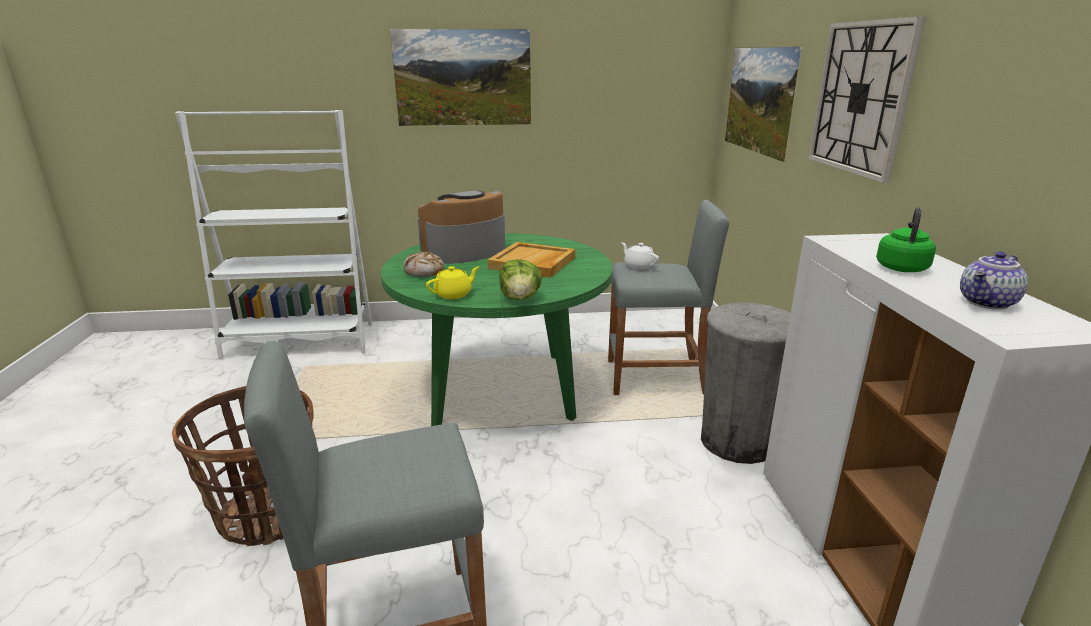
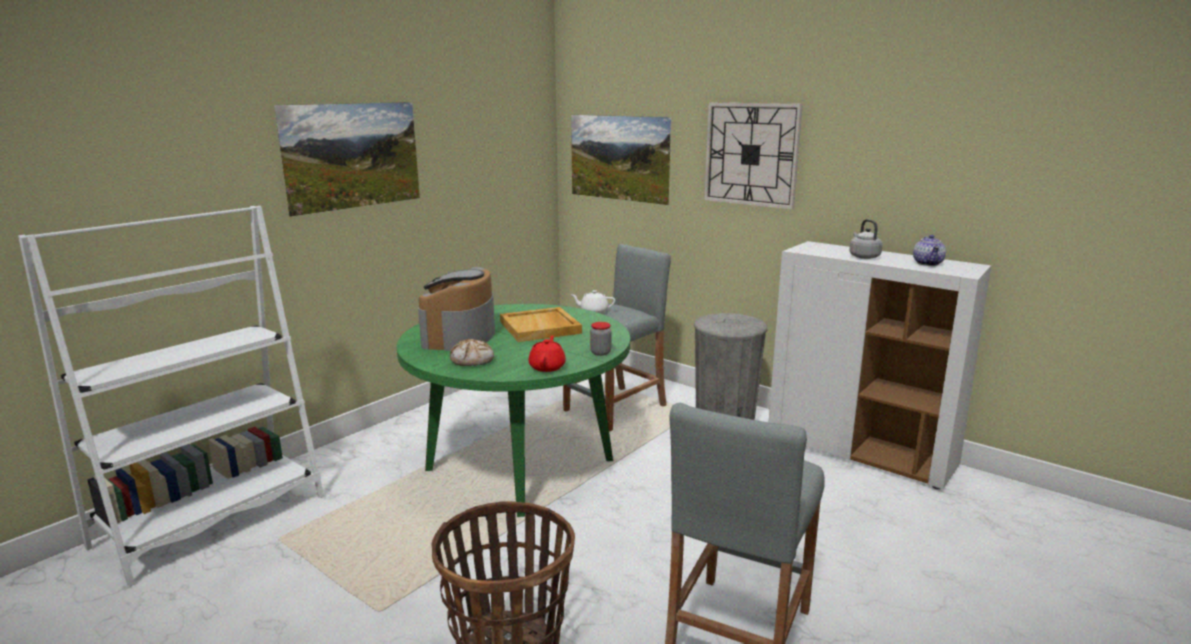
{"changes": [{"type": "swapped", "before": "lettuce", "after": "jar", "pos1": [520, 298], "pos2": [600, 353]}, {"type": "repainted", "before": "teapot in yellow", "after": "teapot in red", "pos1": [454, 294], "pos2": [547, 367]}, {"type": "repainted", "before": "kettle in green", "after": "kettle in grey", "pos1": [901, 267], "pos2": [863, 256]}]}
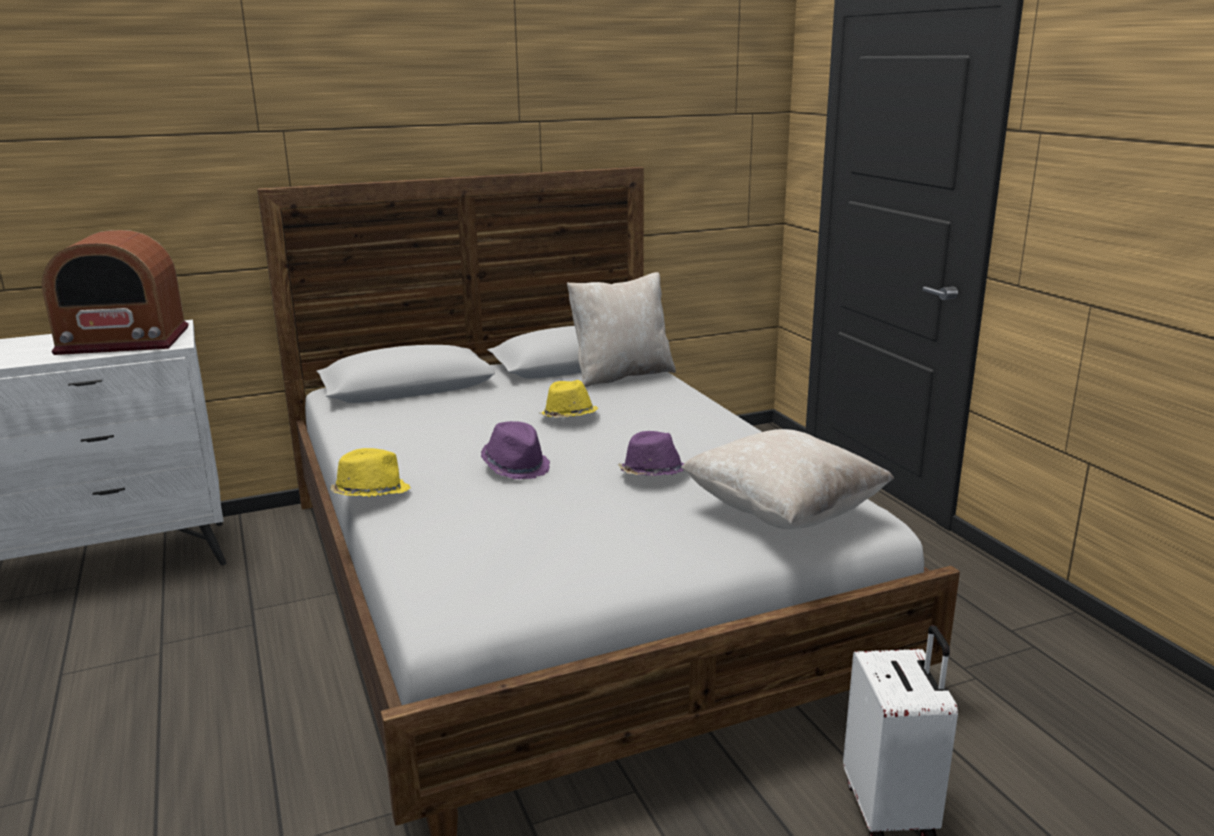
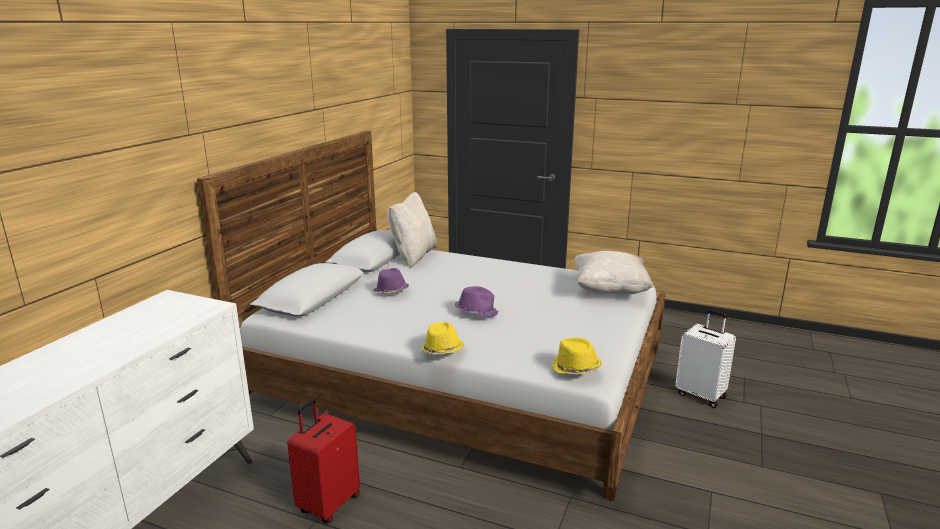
{"changes": [{"type": "gone", "before": "radio", "pos1": [123, 341]}, {"type": "new", "after": "suitcase in red", "pos2": [328, 504]}, {"type": "shifted", "before": "hat in yellow", "pos1": [568, 418], "pos2": [575, 369]}, {"type": "shifted", "before": "hat in purple", "pos1": [652, 475], "pos2": [391, 292]}]}
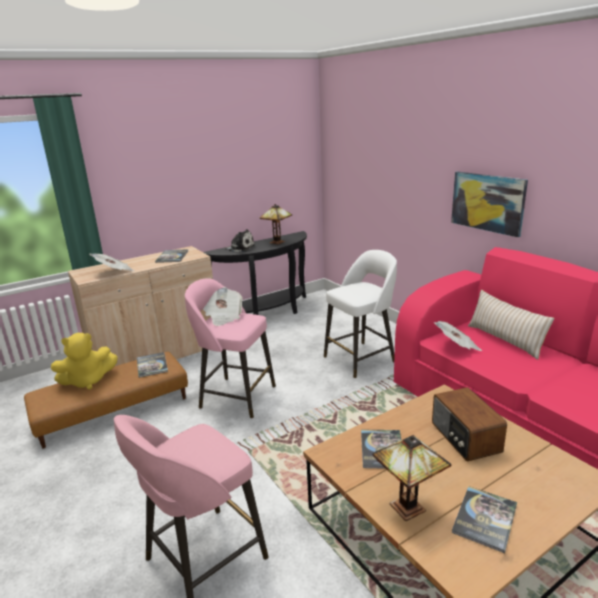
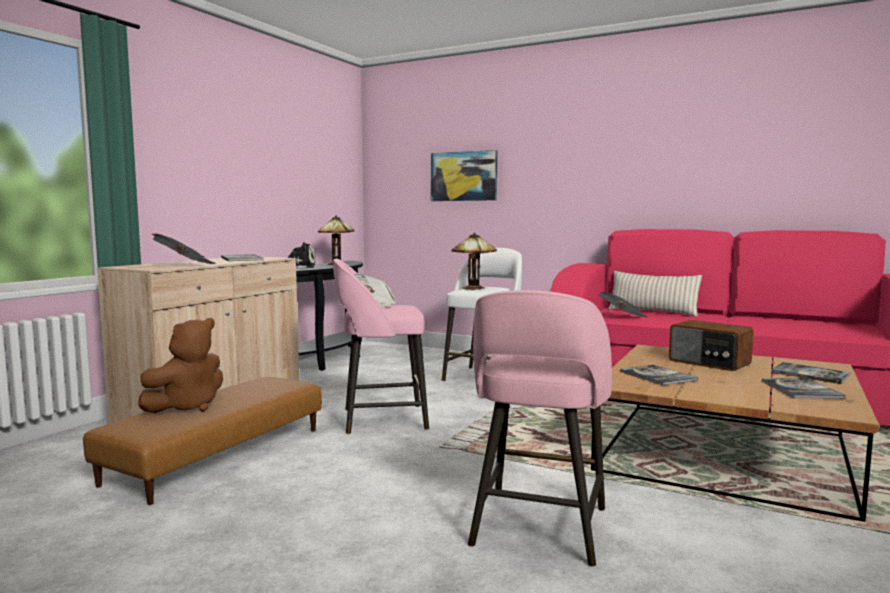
{"changes": [{"type": "shifted", "before": "book", "pos1": [152, 365], "pos2": [810, 374]}, {"type": "shifted", "before": "table lamp", "pos1": [408, 505], "pos2": [473, 288]}, {"type": "shifted", "before": "picture", "pos1": [487, 202], "pos2": [464, 176]}, {"type": "repainted", "before": "plush toy in yellow", "after": "plush toy in brown", "pos1": [88, 381], "pos2": [187, 406]}]}
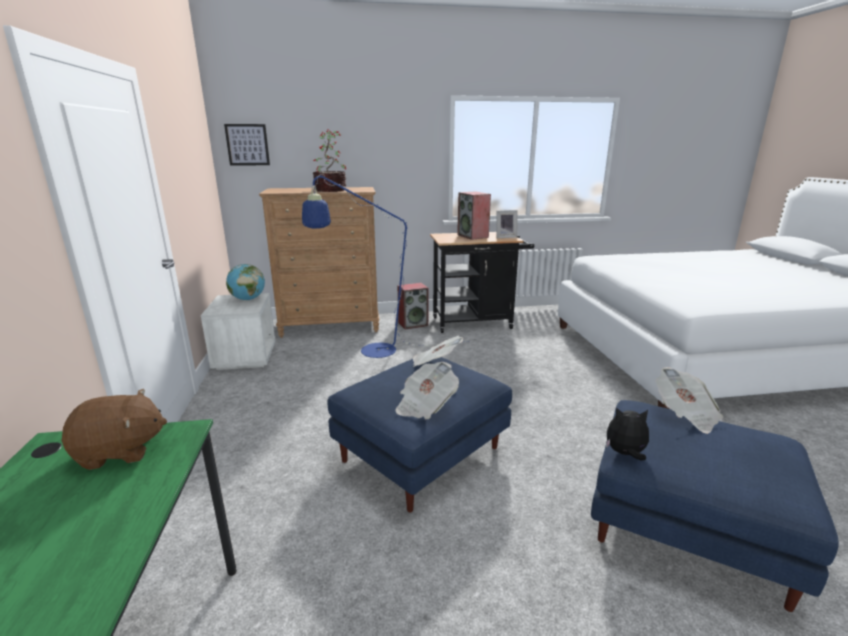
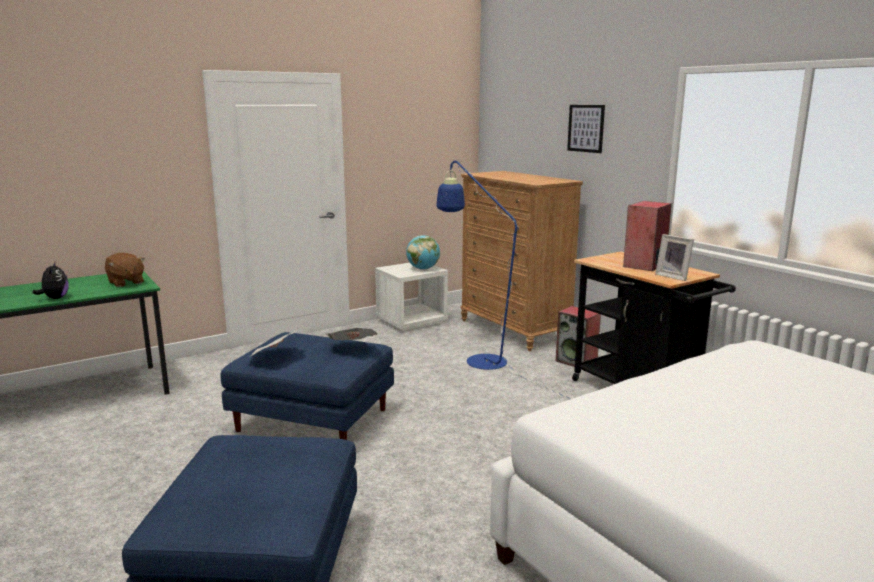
{"changes": [{"type": "gone", "before": "potted plant", "pos1": [331, 190]}, {"type": "gone", "before": "newspaper", "pos1": [685, 414]}, {"type": "shifted", "before": "picture", "pos1": [247, 145], "pos2": [586, 128]}, {"type": "shifted", "before": "plush toy", "pos1": [625, 454], "pos2": [55, 298]}]}
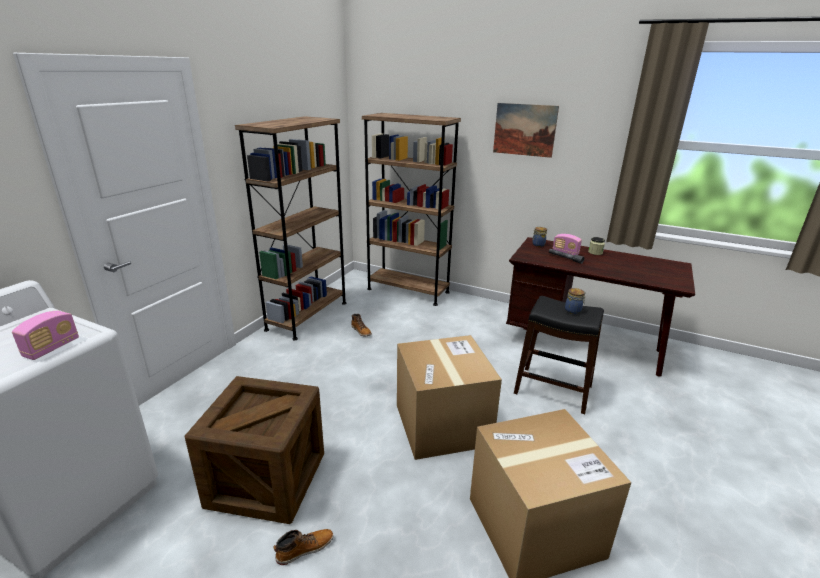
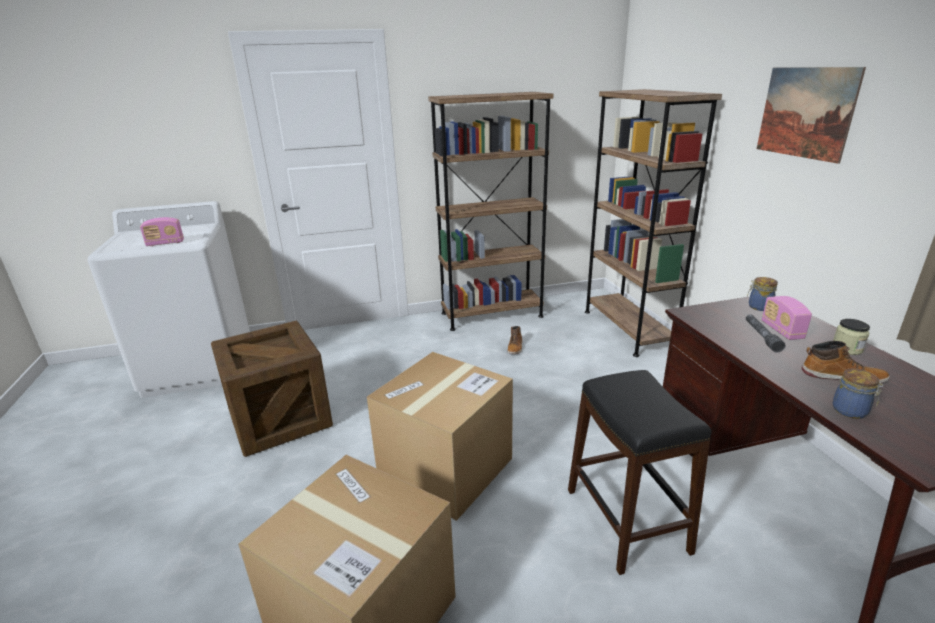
{"changes": [{"type": "shifted", "before": "boot", "pos1": [305, 548], "pos2": [842, 377]}, {"type": "shifted", "before": "jar", "pos1": [573, 310], "pos2": [851, 411]}]}
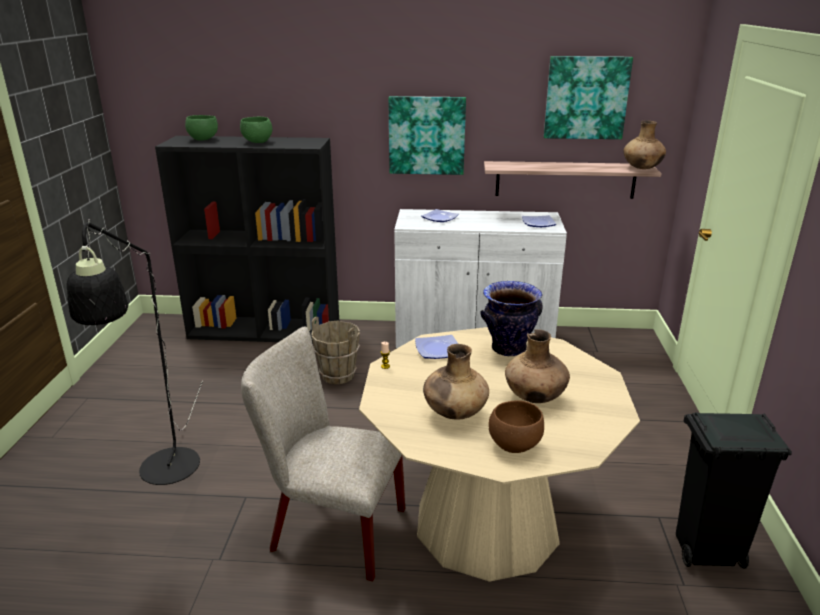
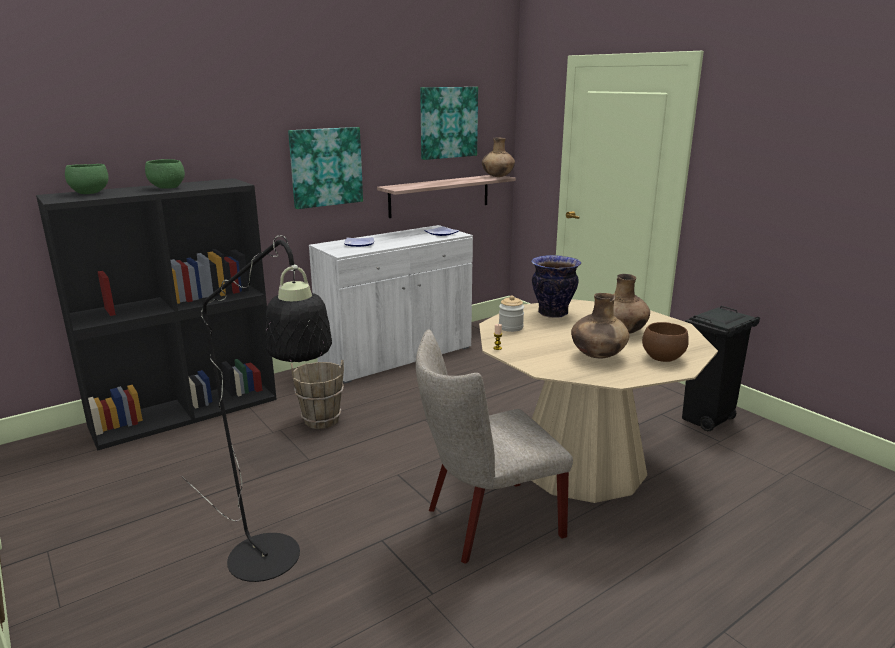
{"changes": [{"type": "swapped", "before": "plate", "after": "jar", "pos1": [438, 349], "pos2": [510, 327]}]}
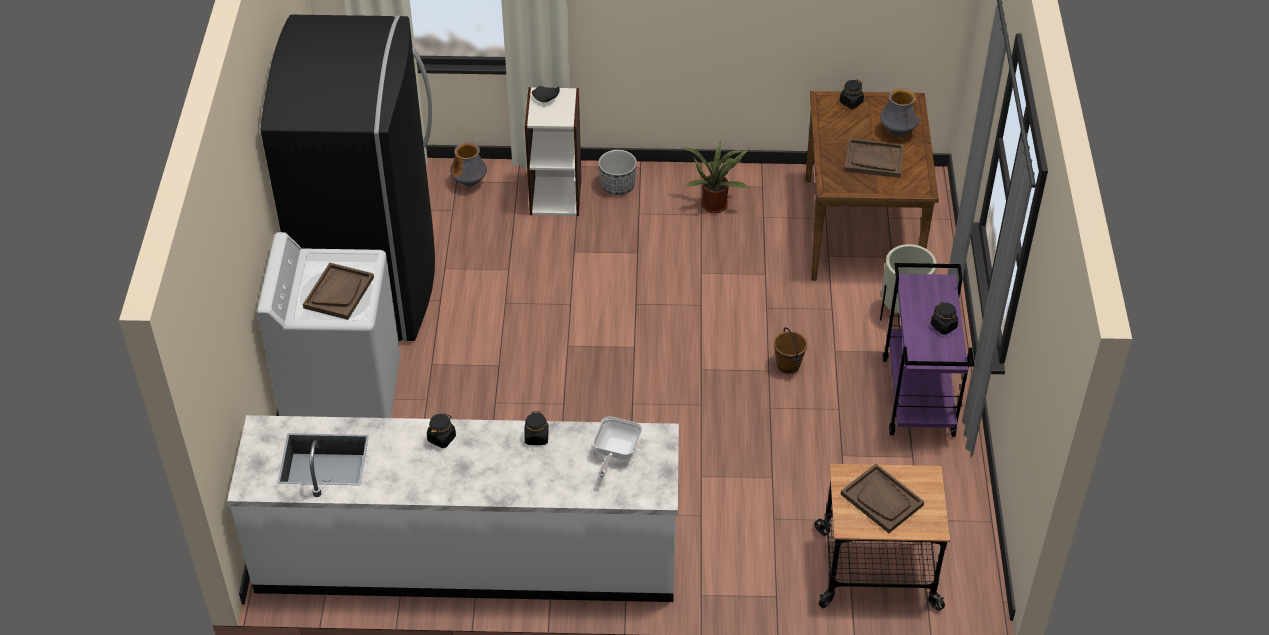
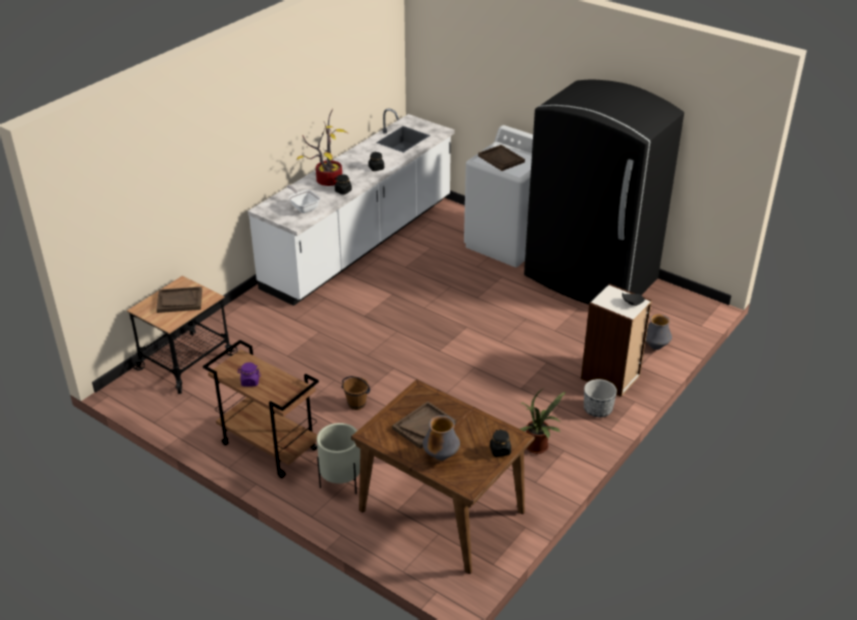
{"changes": [{"type": "new", "after": "potted plant", "pos2": [328, 179]}, {"type": "repainted", "before": "cart in purple", "after": "cart in brown", "pos1": [919, 397], "pos2": [268, 447]}, {"type": "repainted", "before": "jar in black", "after": "jar in purple", "pos1": [943, 326], "pos2": [250, 382]}]}
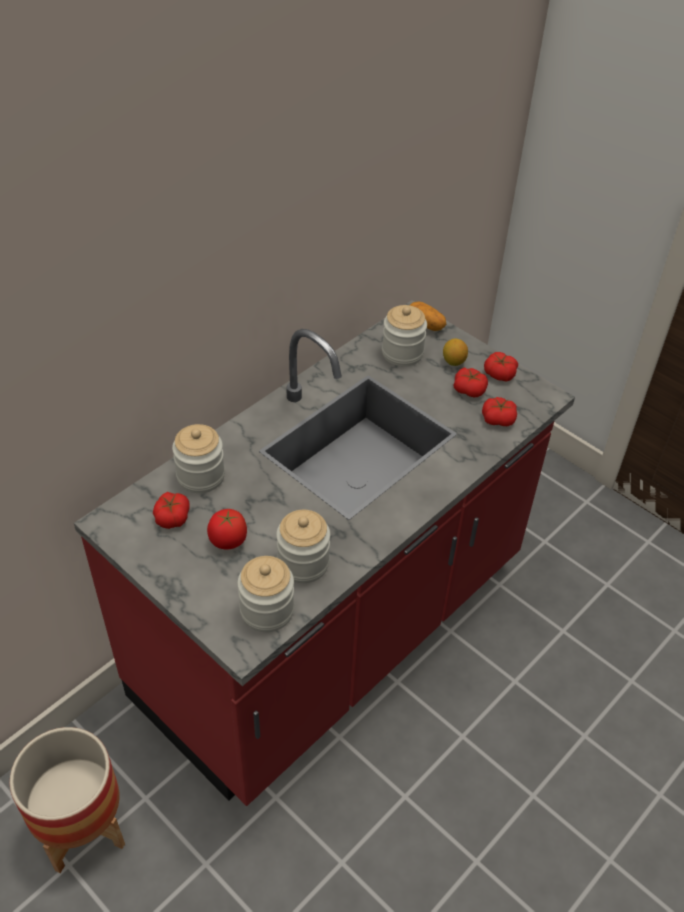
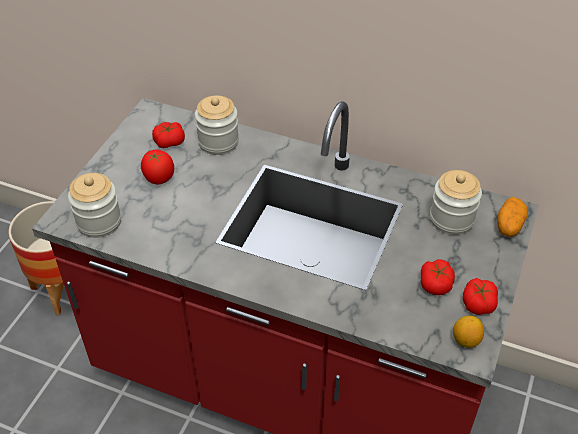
{"changes": [{"type": "gone", "before": "jar", "pos1": [303, 563]}, {"type": "gone", "before": "tomato", "pos1": [498, 419]}, {"type": "shifted", "before": "lemon", "pos1": [453, 362], "pos2": [465, 340]}]}
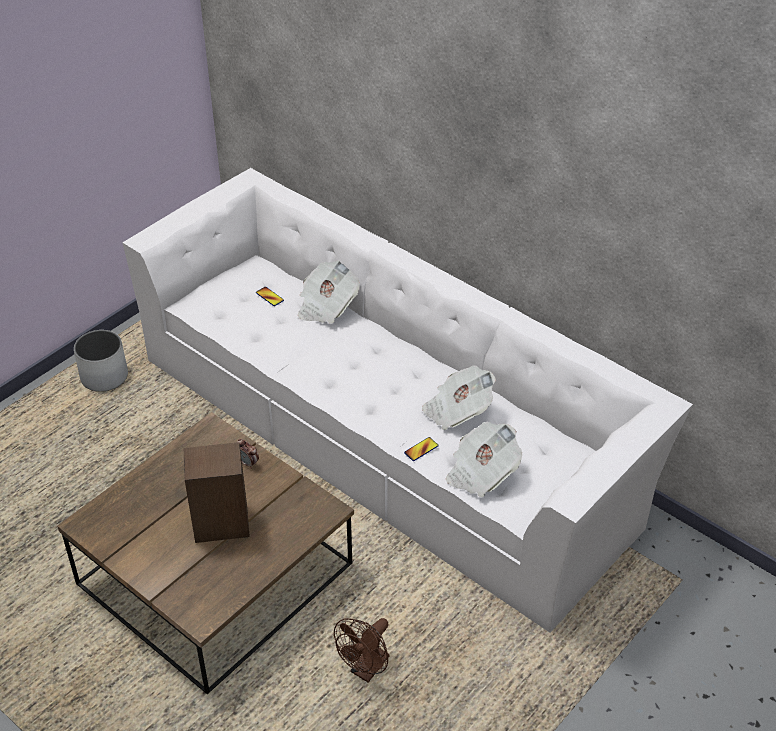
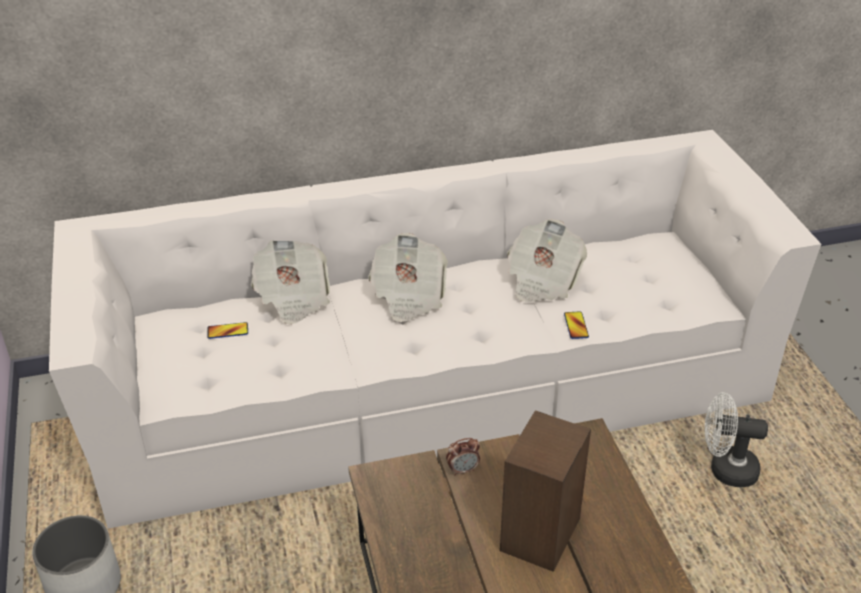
{"changes": [{"type": "gone", "before": "fan in brown", "pos1": [366, 670]}, {"type": "new", "after": "fan in white", "pos2": [725, 469]}, {"type": "shifted", "before": "newspaper", "pos1": [481, 472], "pos2": [408, 296]}]}
